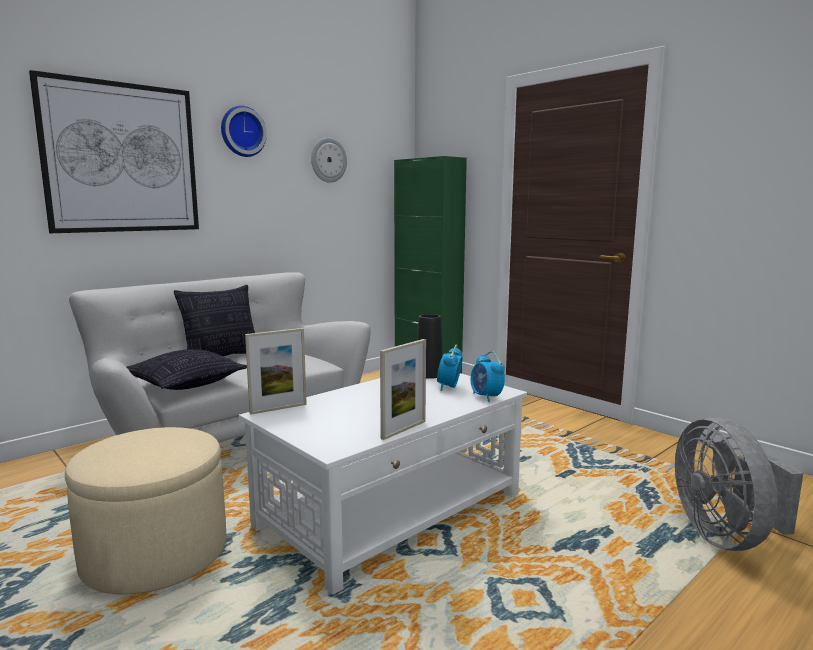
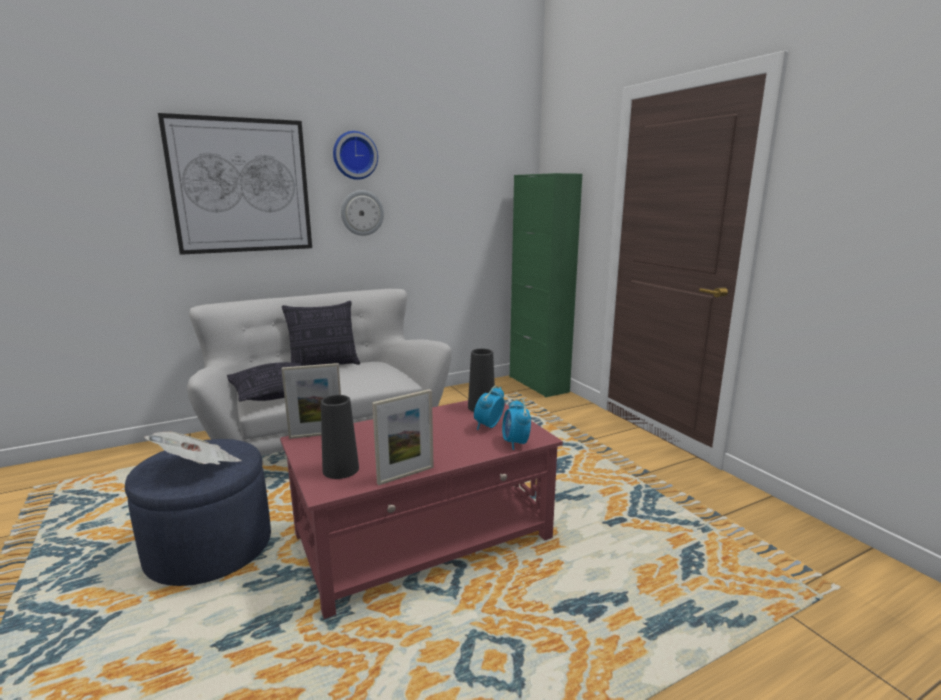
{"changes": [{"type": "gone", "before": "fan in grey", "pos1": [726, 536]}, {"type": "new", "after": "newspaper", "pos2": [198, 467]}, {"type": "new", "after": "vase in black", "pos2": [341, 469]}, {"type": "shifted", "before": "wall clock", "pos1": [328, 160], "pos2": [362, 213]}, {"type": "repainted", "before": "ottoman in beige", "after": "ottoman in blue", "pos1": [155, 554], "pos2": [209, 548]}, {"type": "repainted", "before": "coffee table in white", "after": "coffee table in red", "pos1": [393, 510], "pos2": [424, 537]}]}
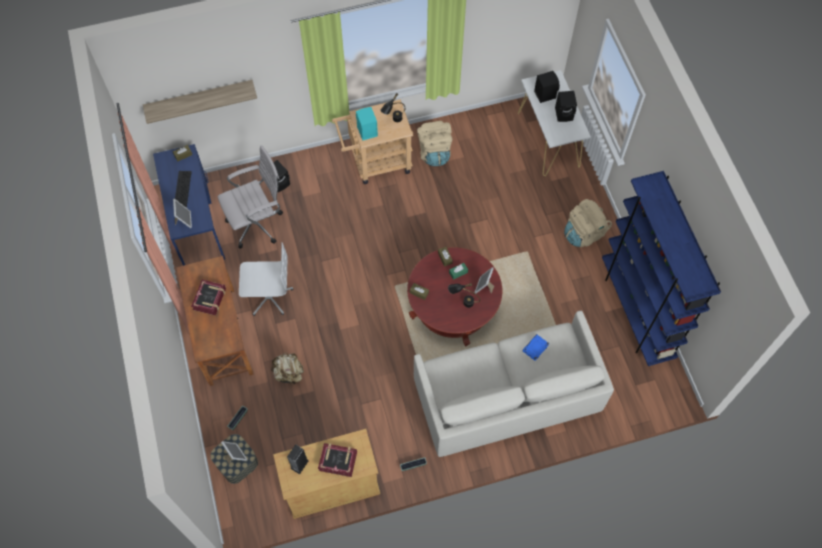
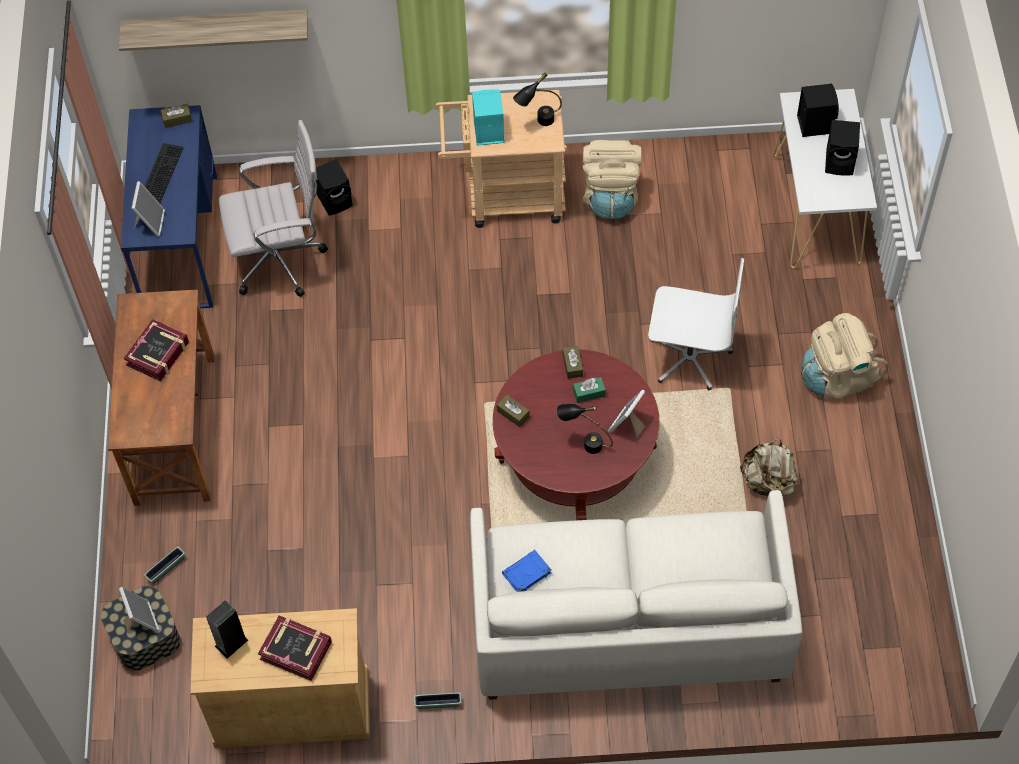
{"changes": [{"type": "gone", "before": "bookcase in blue", "pos1": [636, 312]}, {"type": "shifted", "before": "office chair in white", "pos1": [269, 296], "pos2": [689, 356]}, {"type": "shifted", "before": "backpack in beige", "pos1": [289, 373], "pos2": [768, 482]}, {"type": "shifted", "before": "book in blue", "pos1": [535, 348], "pos2": [526, 574]}]}
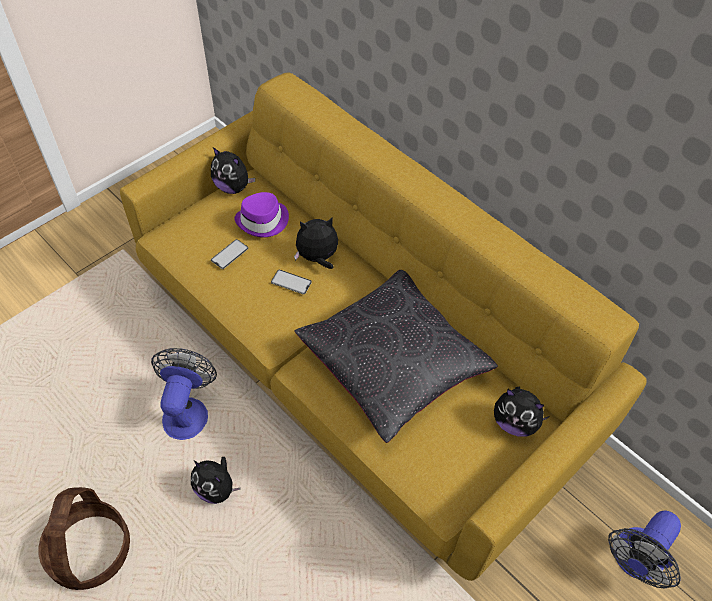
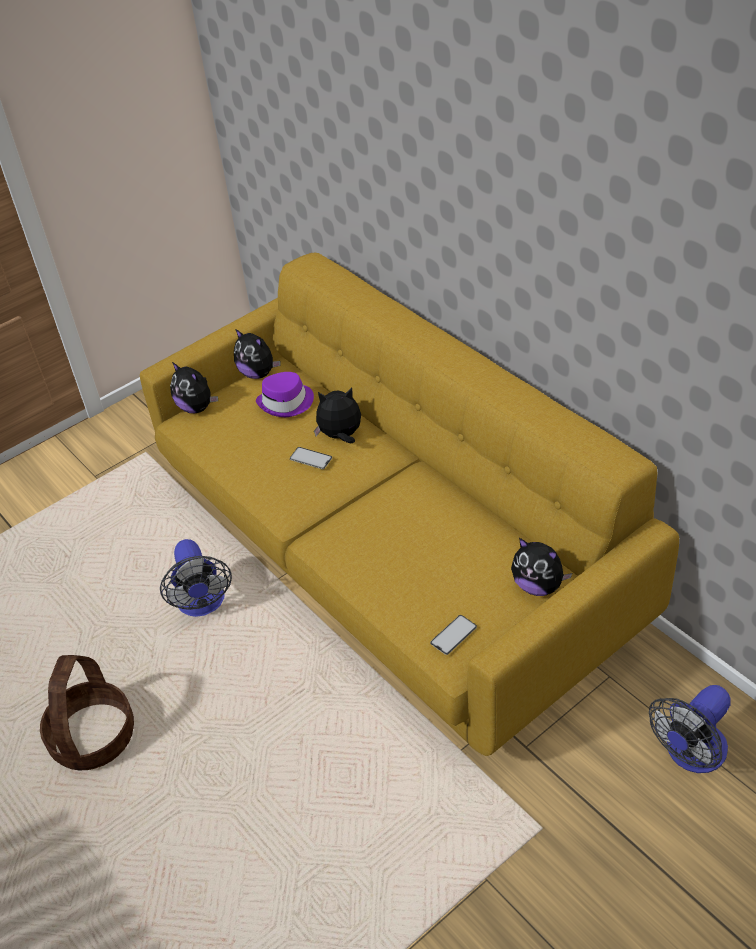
{"changes": [{"type": "gone", "before": "pillow in black", "pos1": [392, 362]}, {"type": "shifted", "before": "plush toy", "pos1": [216, 489], "pos2": [197, 407]}, {"type": "shifted", "before": "phone", "pos1": [229, 254], "pos2": [453, 635]}, {"type": "rotated", "before": "fan", "pos1": [187, 410], "pos2": [203, 605], "turn": 150}]}
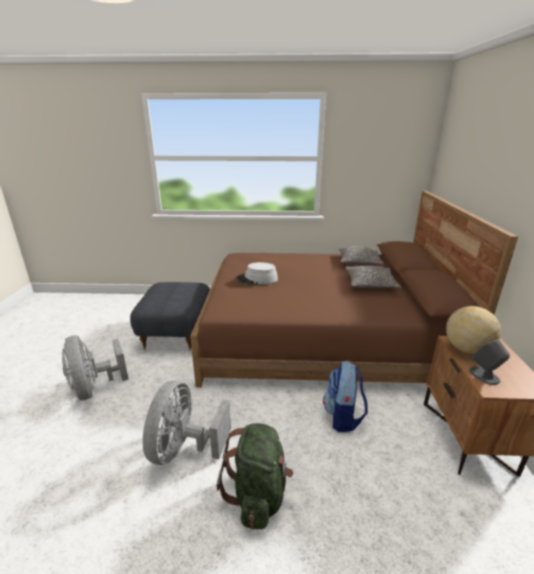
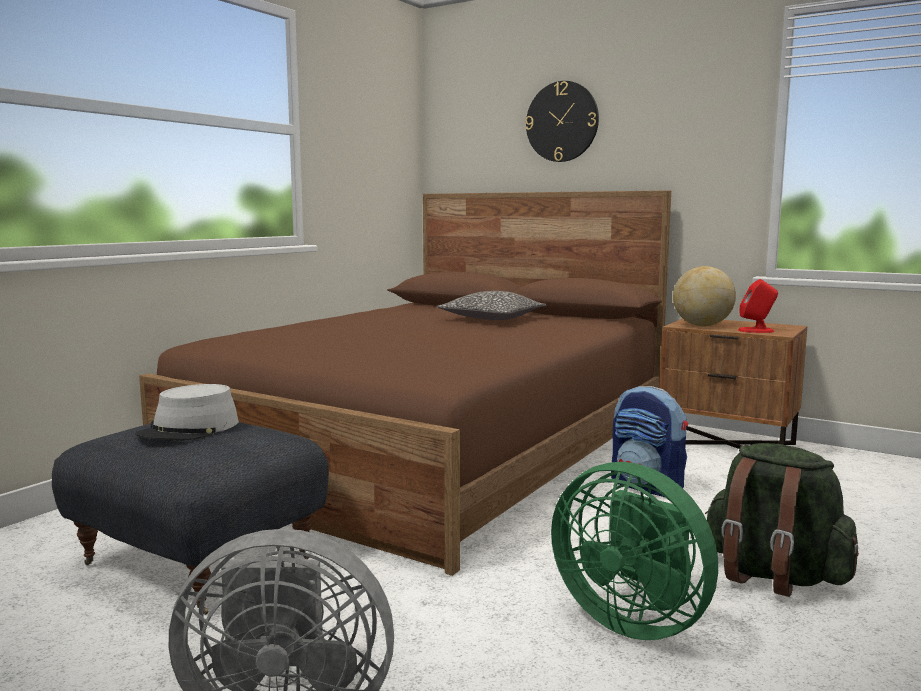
{"changes": [{"type": "gone", "before": "pillow", "pos1": [359, 262]}, {"type": "new", "after": "wall clock", "pos2": [562, 121]}, {"type": "shifted", "before": "hat in grey", "pos1": [257, 279], "pos2": [190, 429]}, {"type": "repainted", "before": "fan in grey", "after": "fan in green", "pos1": [184, 448], "pos2": [632, 619]}, {"type": "repainted", "before": "speaker in grey", "after": "speaker in red", "pos1": [484, 375], "pos2": [756, 330]}]}
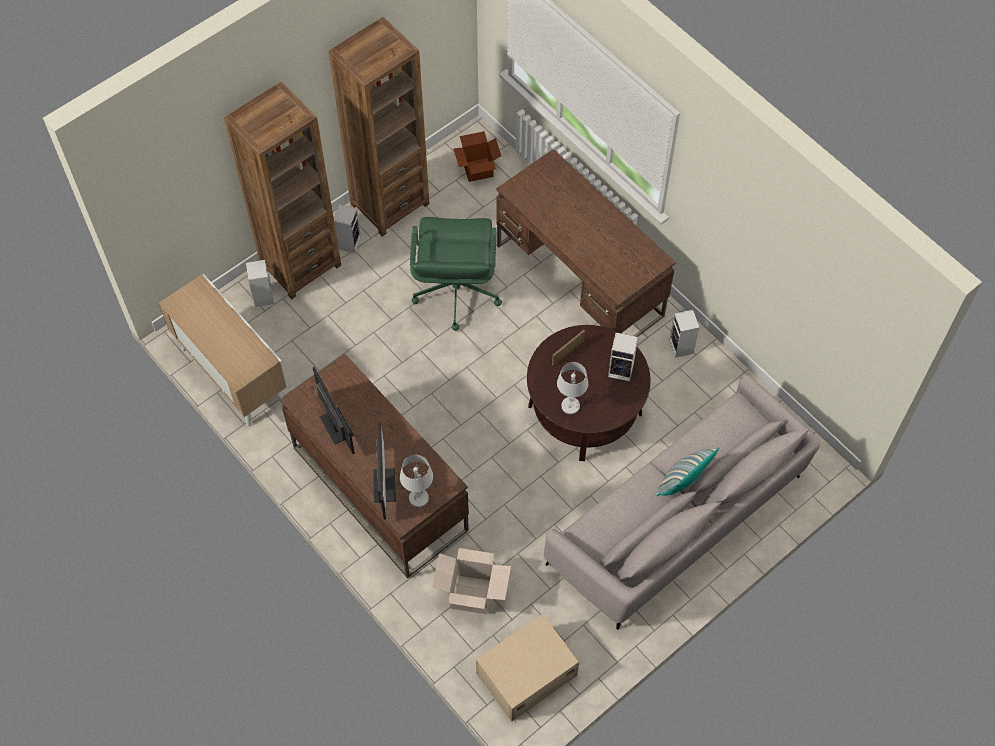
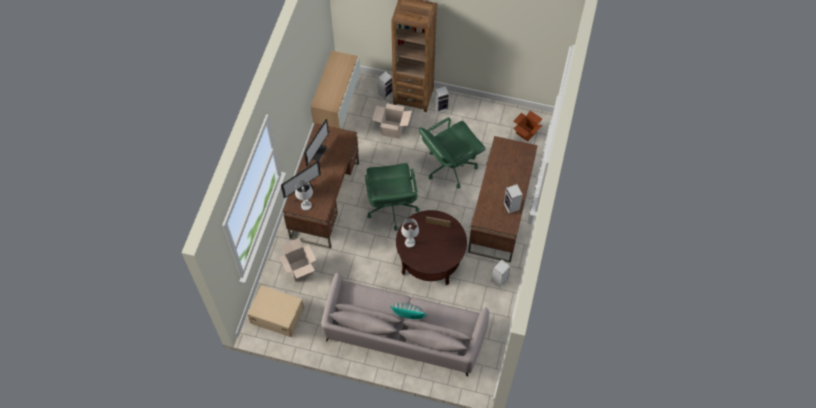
{"changes": [{"type": "gone", "before": "bookcase in brown", "pos1": [389, 204]}, {"type": "new", "after": "office chair in green", "pos2": [391, 208]}, {"type": "new", "after": "cardboard box", "pos2": [392, 129]}, {"type": "shifted", "before": "speaker", "pos1": [622, 370], "pos2": [512, 207]}]}
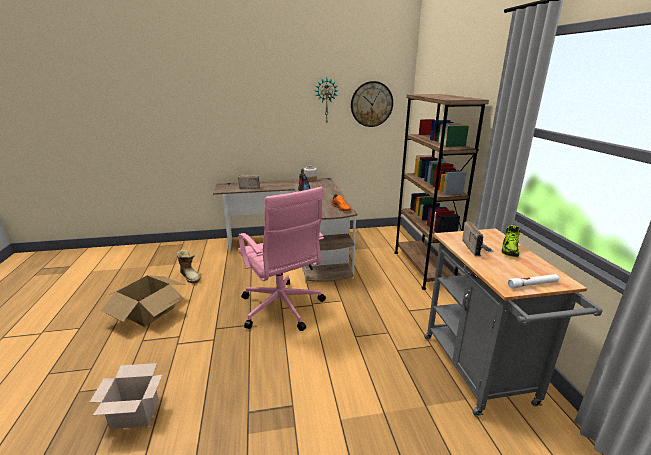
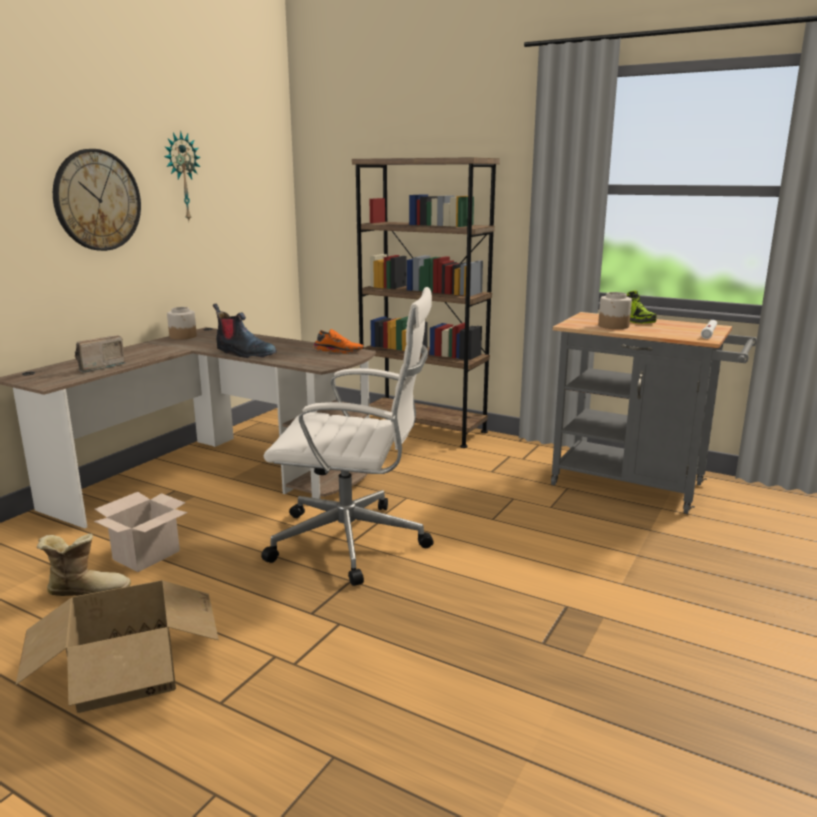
{"changes": [{"type": "shifted", "before": "cardboard box", "pos1": [133, 415], "pos2": [146, 556]}, {"type": "shifted", "before": "wall clock", "pos1": [371, 104], "pos2": [97, 200]}, {"type": "swapped", "before": "radio", "after": "jar", "pos1": [475, 248], "pos2": [614, 326]}, {"type": "repainted", "before": "office chair in pink", "after": "office chair in white", "pos1": [282, 308], "pos2": [353, 542]}]}
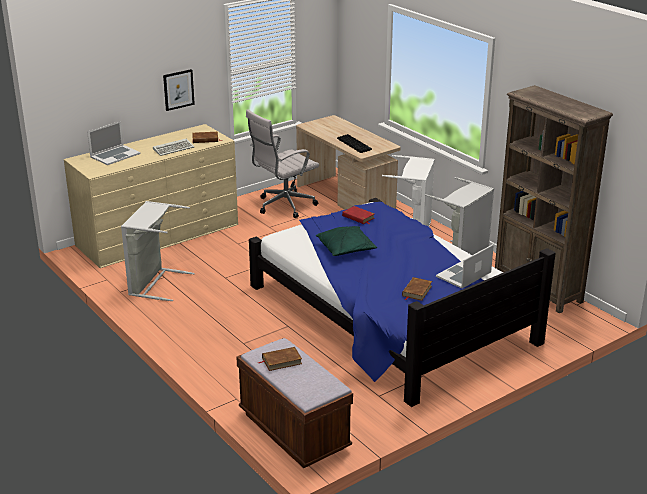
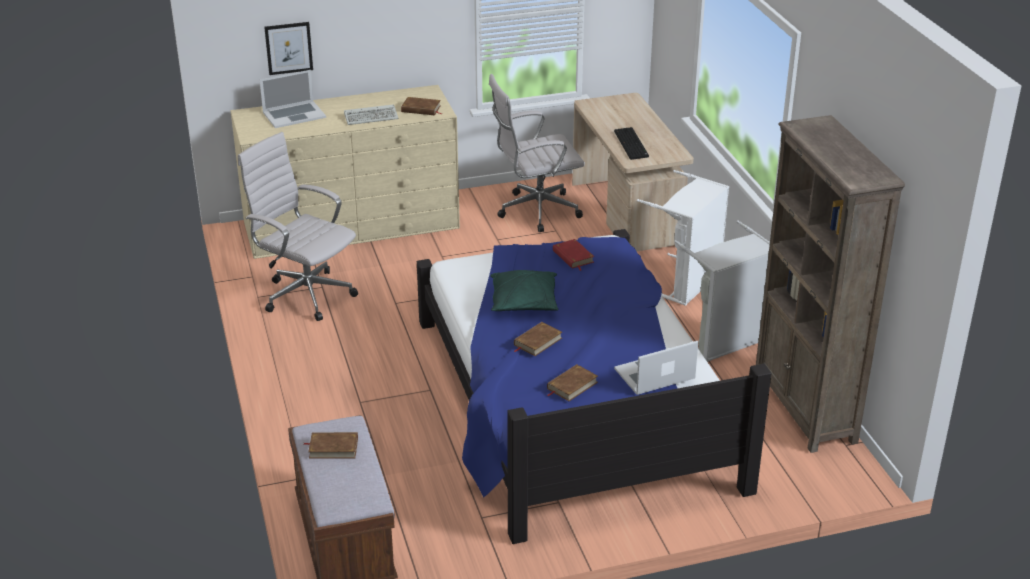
{"changes": [{"type": "new", "after": "book in brown", "pos2": [537, 341]}, {"type": "shifted", "before": "picture", "pos1": [178, 89], "pos2": [288, 48]}, {"type": "swapped", "before": "laundry basket in grey", "after": "office chair in white", "pos1": [155, 284], "pos2": [305, 294]}]}
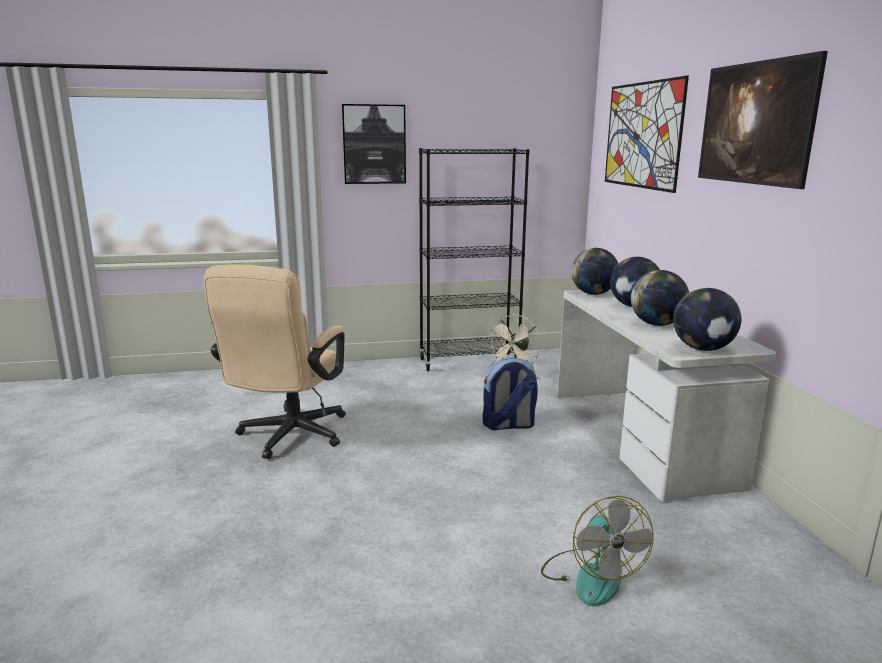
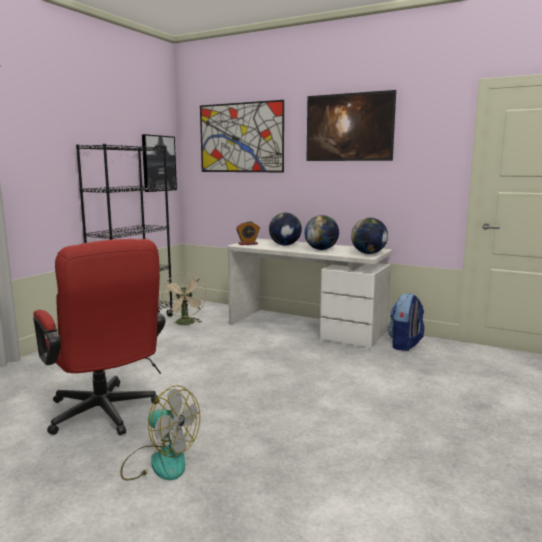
{"changes": [{"type": "shifted", "before": "picture", "pos1": [374, 144], "pos2": [158, 163]}, {"type": "shifted", "before": "backpack", "pos1": [508, 425], "pos2": [405, 345]}, {"type": "shifted", "before": "fan", "pos1": [591, 576], "pos2": [159, 461]}, {"type": "swapped", "before": "globe", "after": "alarm clock", "pos1": [593, 294], "pos2": [248, 244]}, {"type": "repainted", "before": "office chair in beige", "after": "office chair in red", "pos1": [288, 437], "pos2": [105, 415]}]}
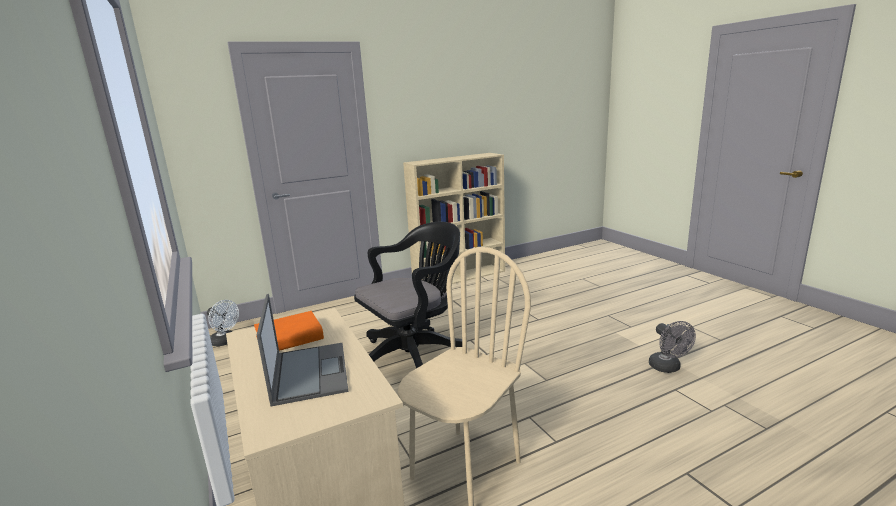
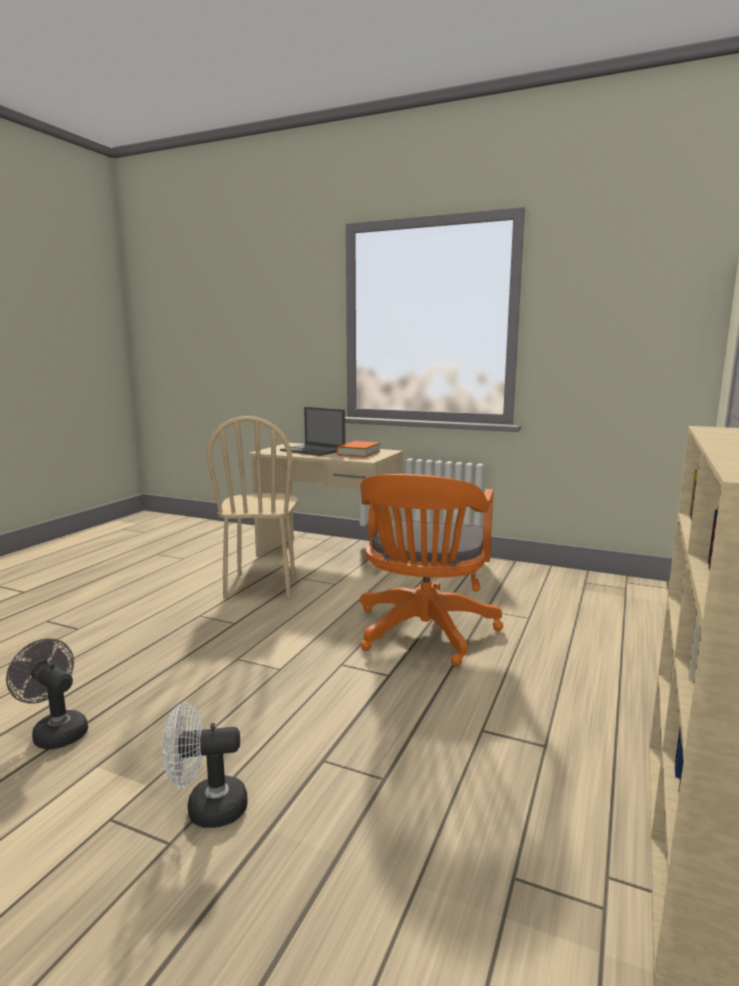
{"changes": [{"type": "shifted", "before": "fan in white", "pos1": [225, 342], "pos2": [207, 809]}, {"type": "repainted", "before": "office chair in black", "after": "office chair in orange", "pos1": [414, 355], "pos2": [423, 634]}]}
